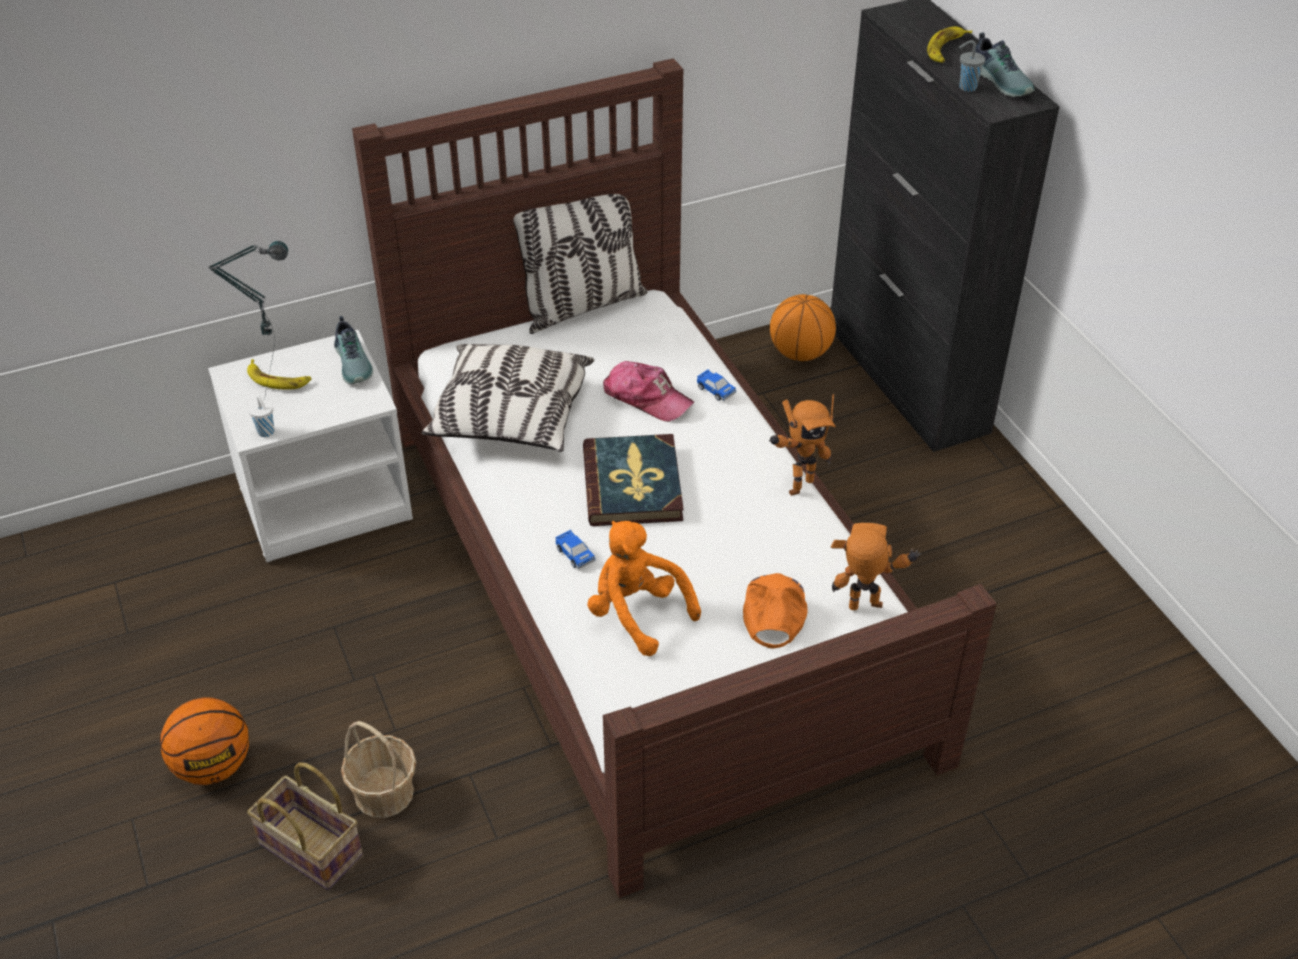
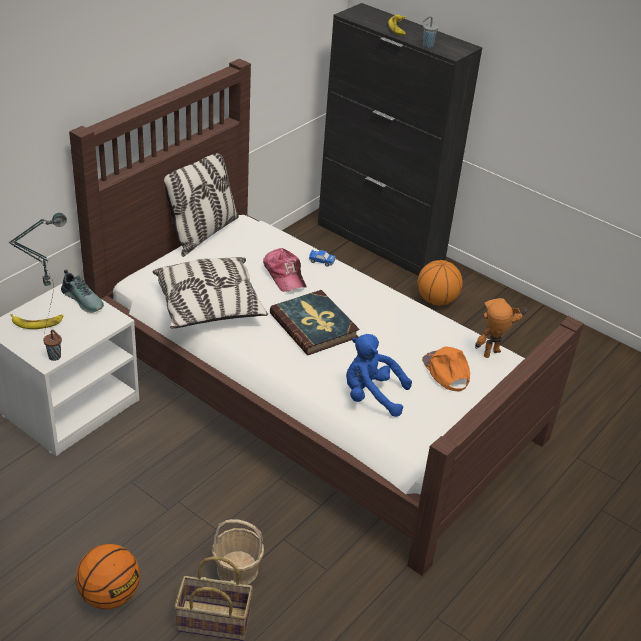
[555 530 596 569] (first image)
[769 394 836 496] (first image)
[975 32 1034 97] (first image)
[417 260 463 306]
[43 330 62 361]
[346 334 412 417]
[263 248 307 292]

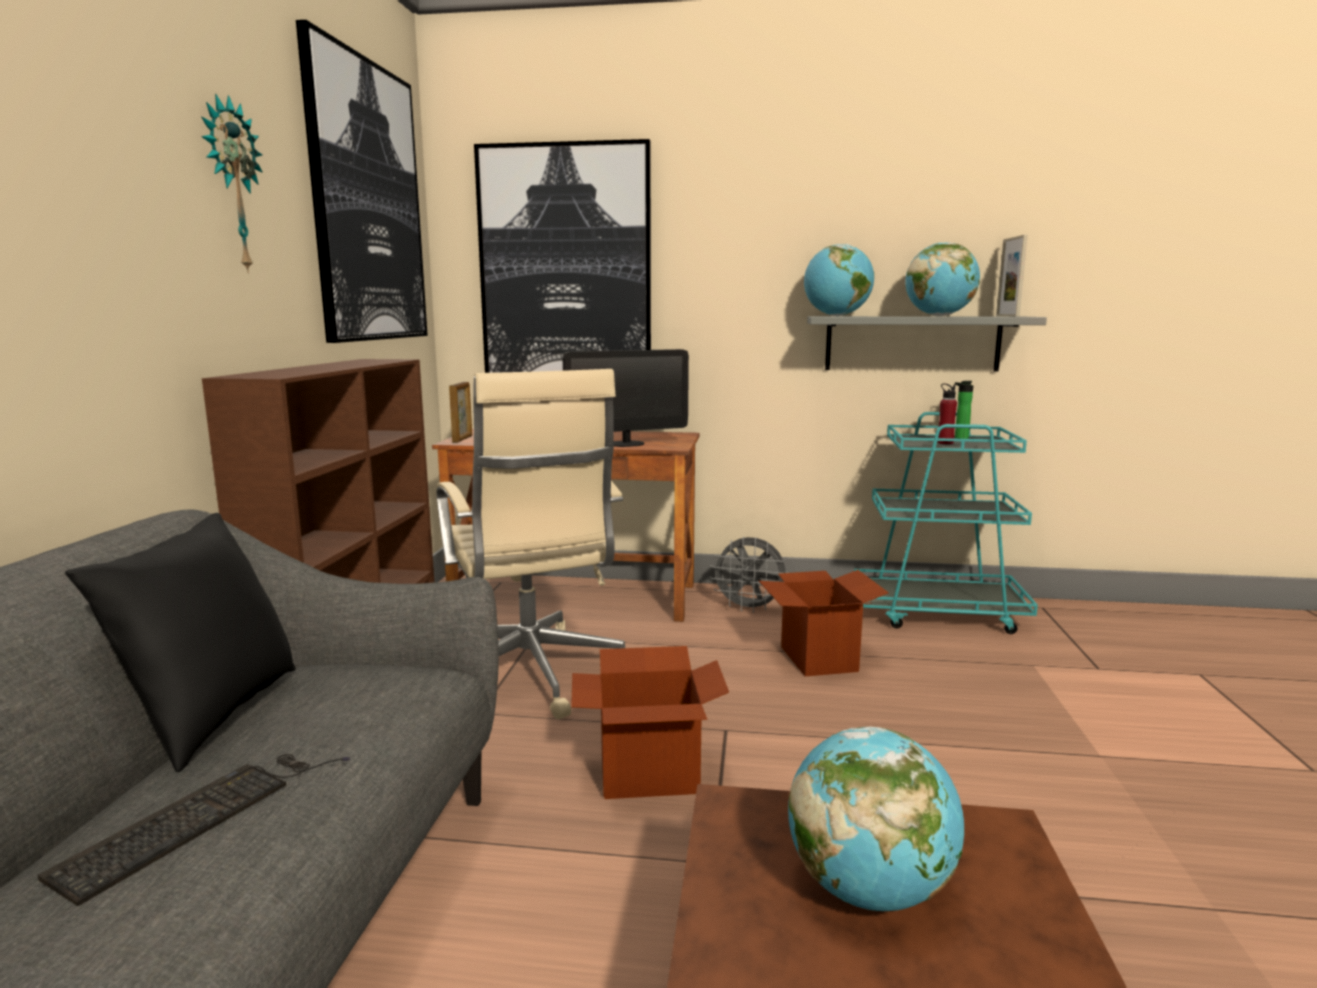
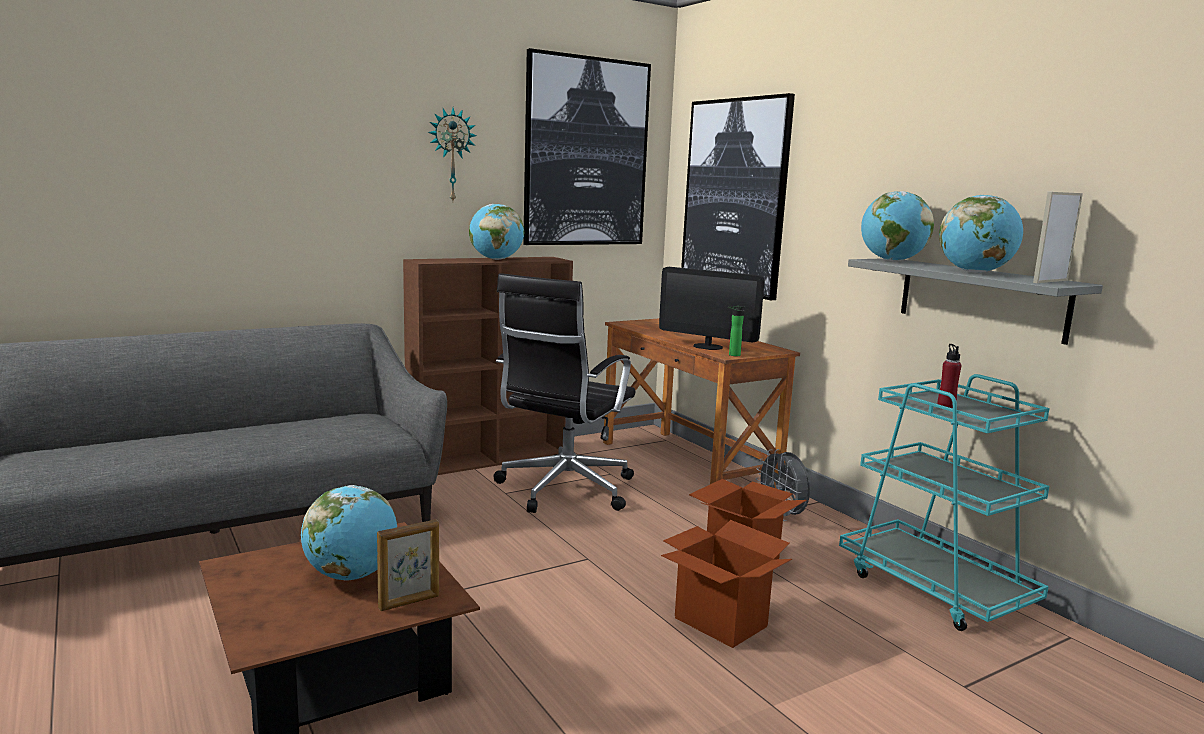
[38 754 350 906] (first image)
[65 513 296 772] (first image)
[469 204 524 260]
[377 520 439 611]
[661 520 792 648]
[728 306 744 356]
[494 273 635 513]

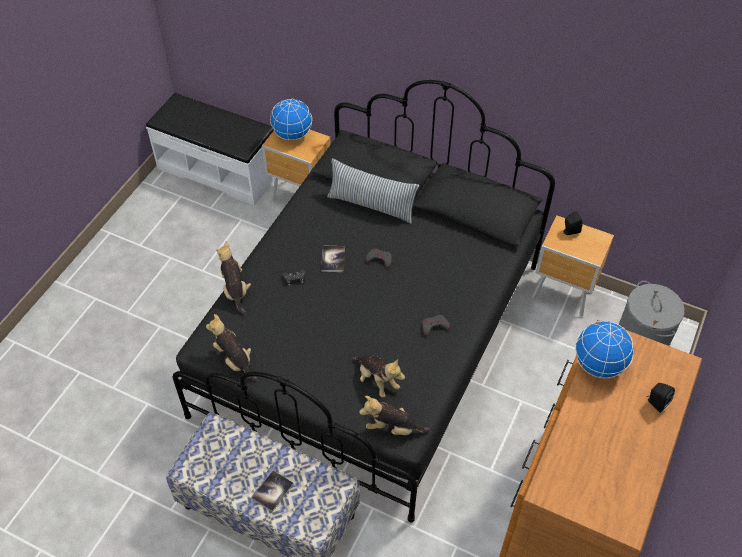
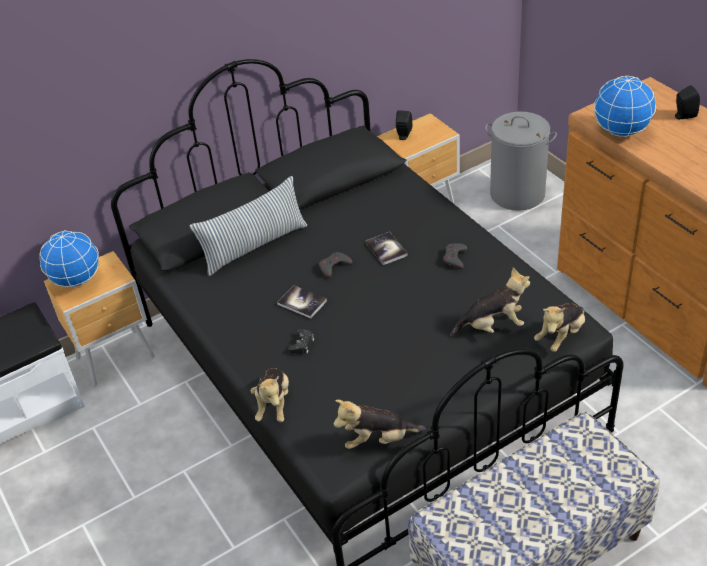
[366 232 408 265]
[251 368 289 422]

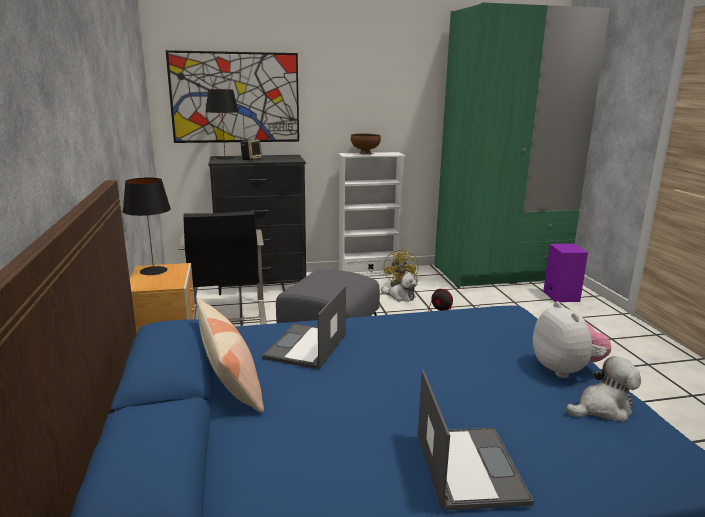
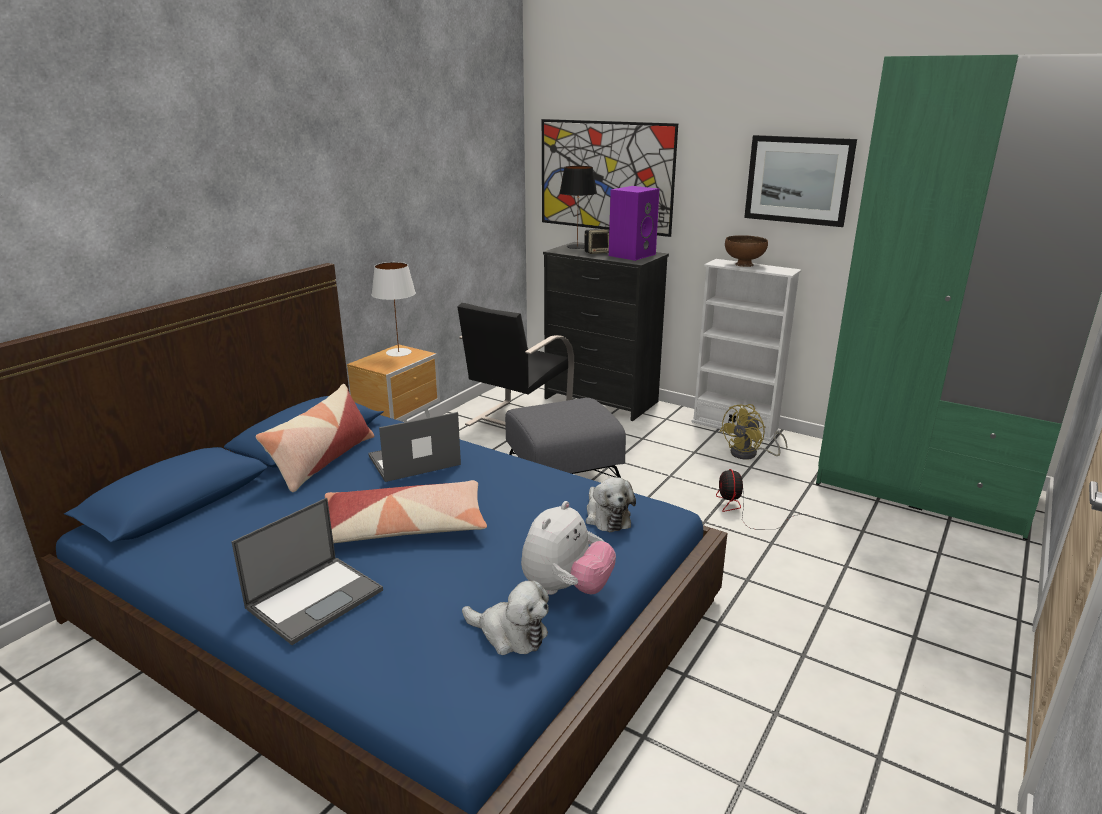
[325 480 487 543]
[744 135 857 227]
[586 477 636 532]
[609 186 659 261]
[371 262 416 357]

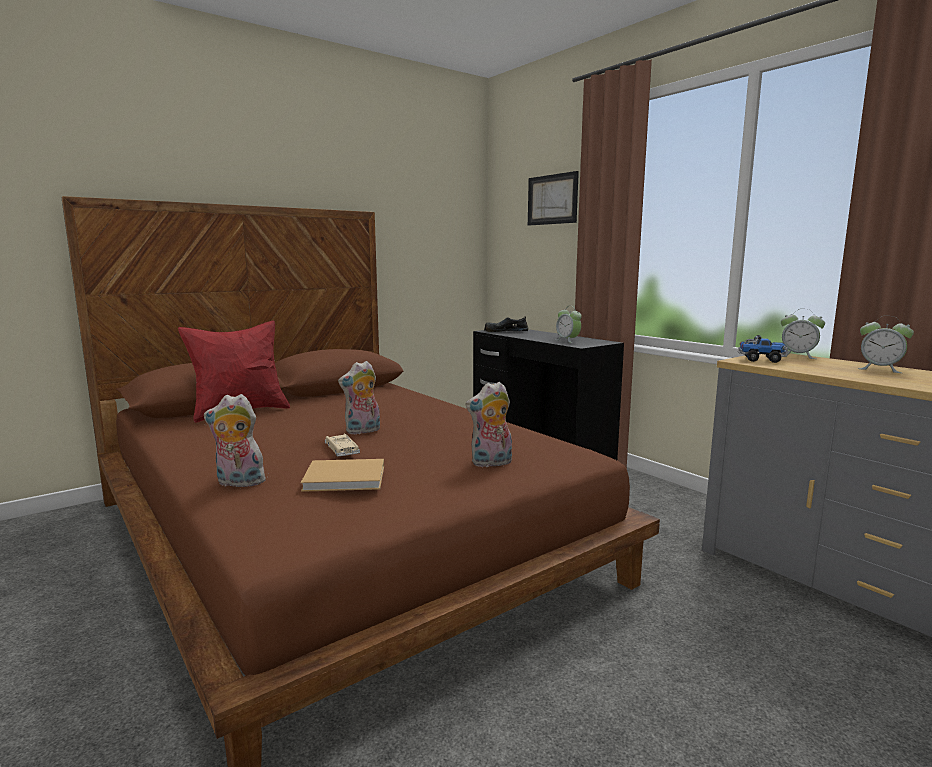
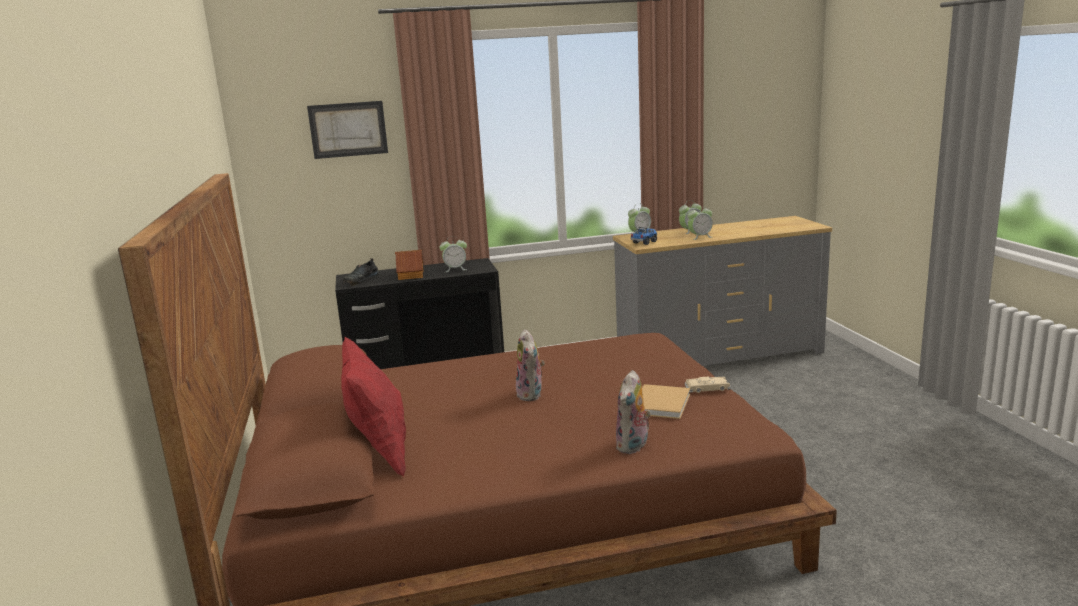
[465 382 512 467] (first image)
[395 250 424 280]
[687 205 713 240]
[685 377 731 393]

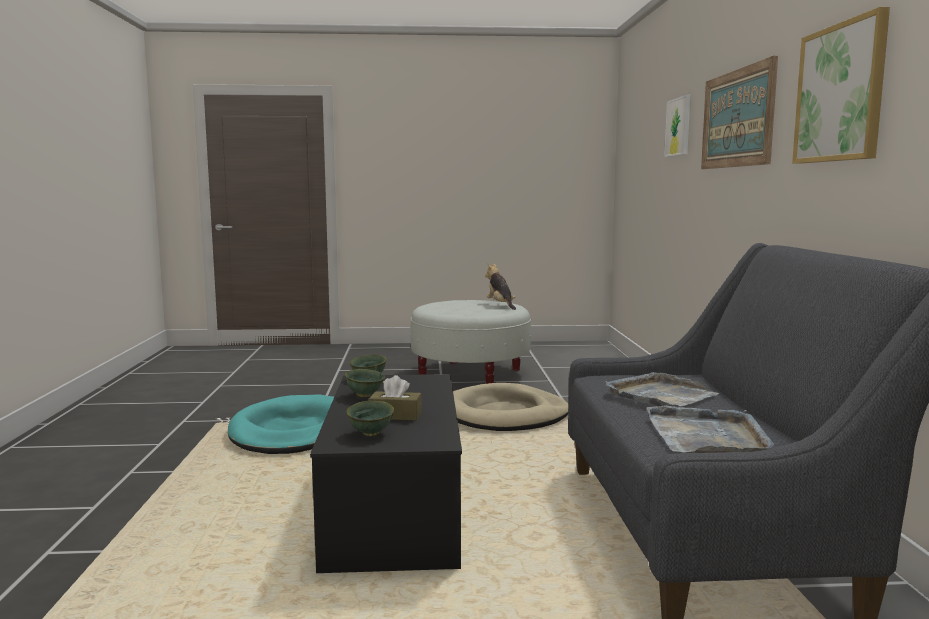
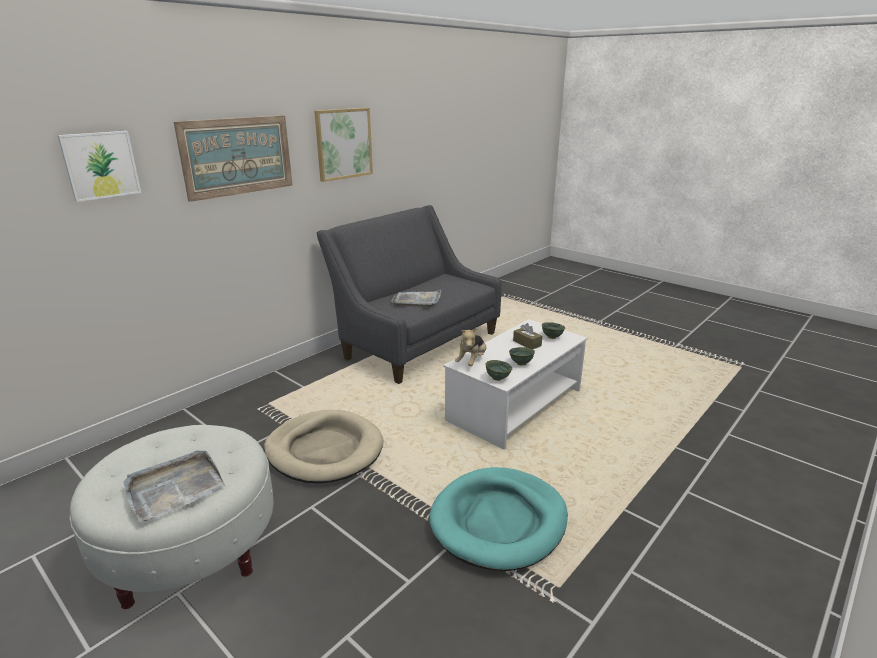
[455 328 487 366]
[124 450 225 522]
[443 319 588 450]

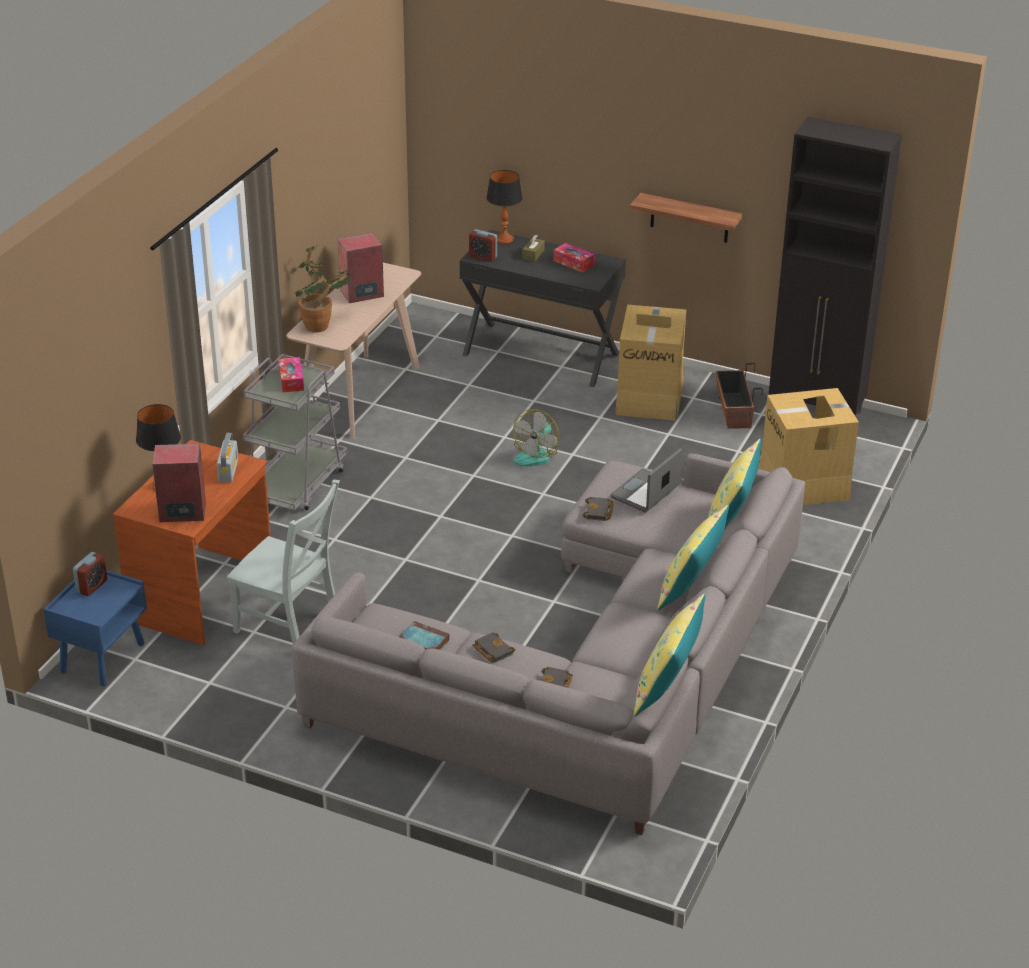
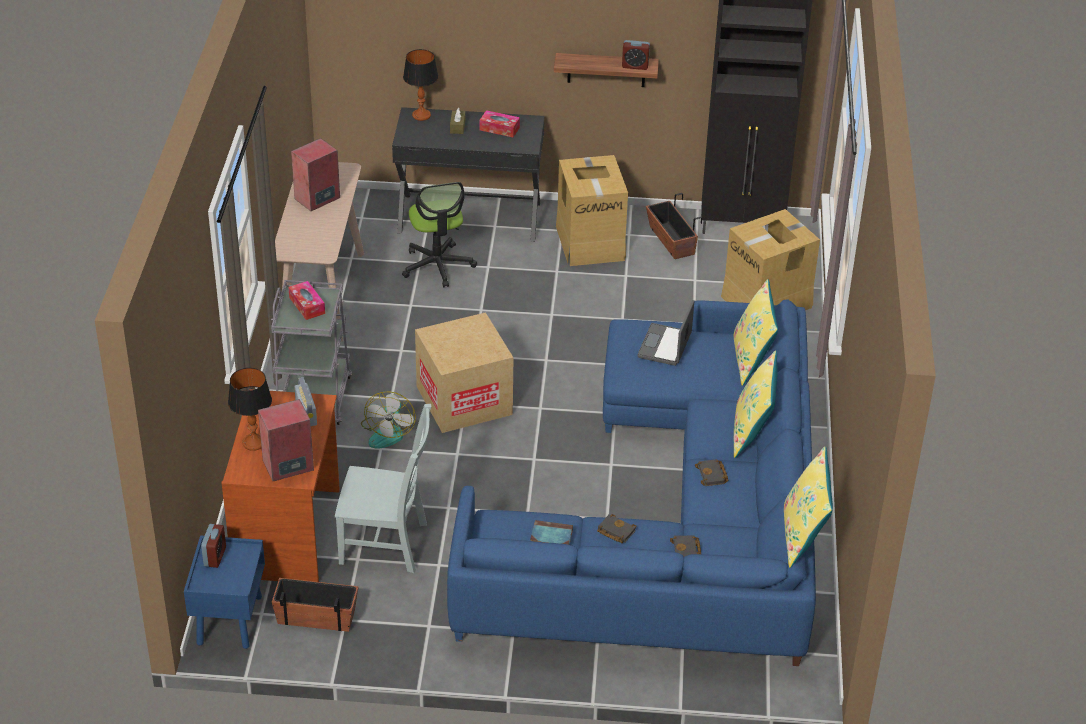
[294 244 353 333] (first image)
[272 578 358 632]
[402 182 477 287]
[415 312 513 433]
[622 40 650 70]
[361 391 416 449]
[695 459 729 486]
[447 299 816 666]

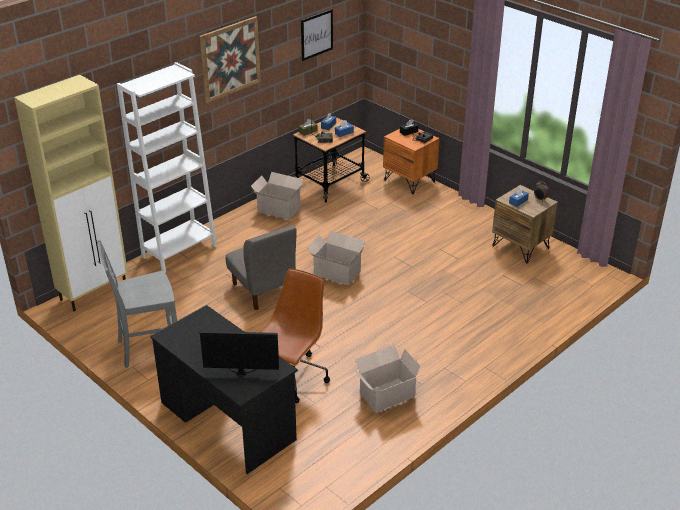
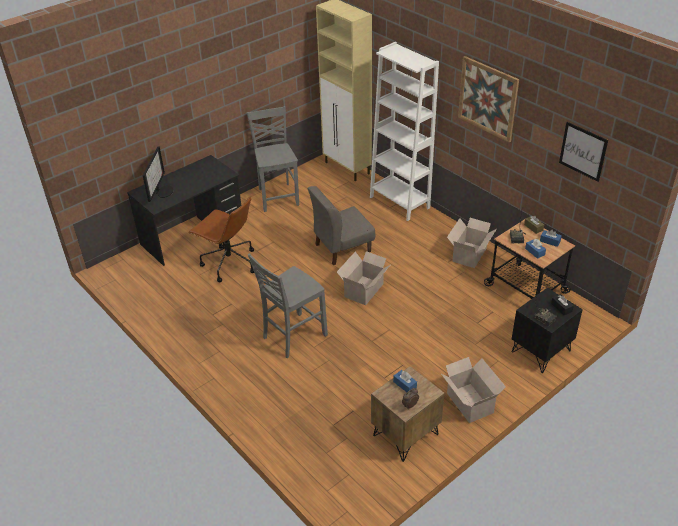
[248 253 328 358]
[441 357 506 423]
[511 288 583 373]

